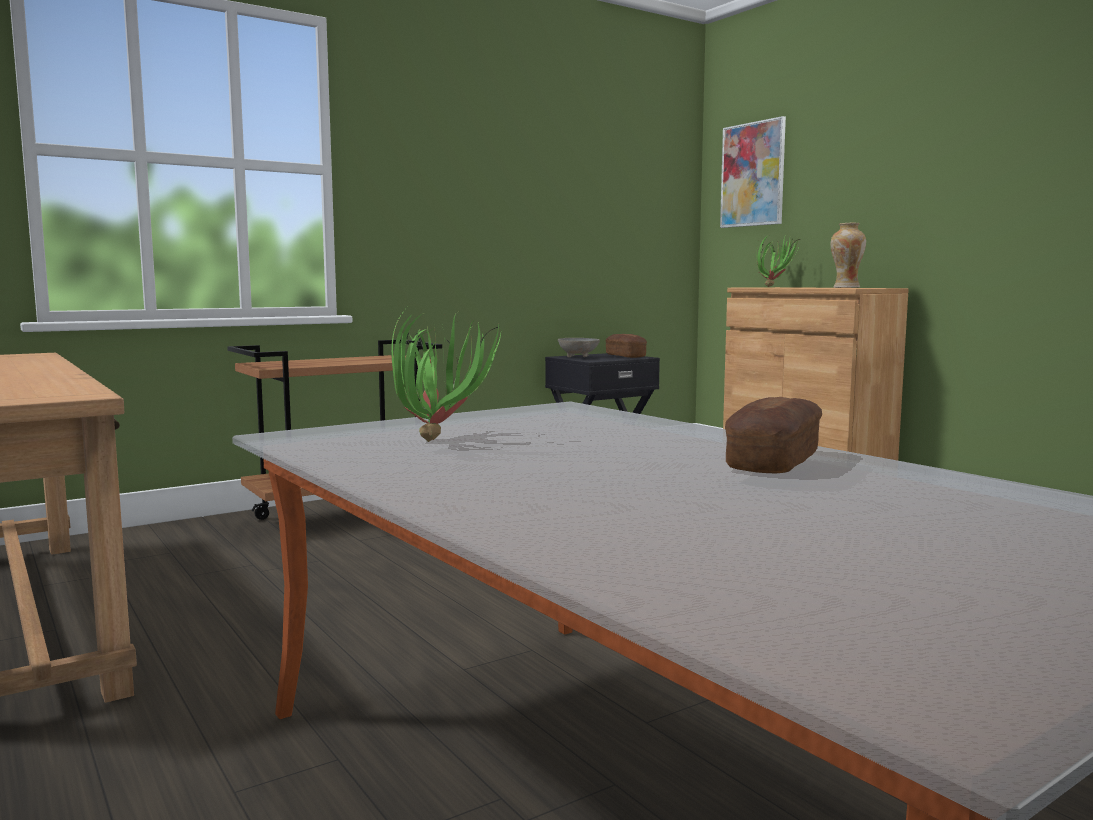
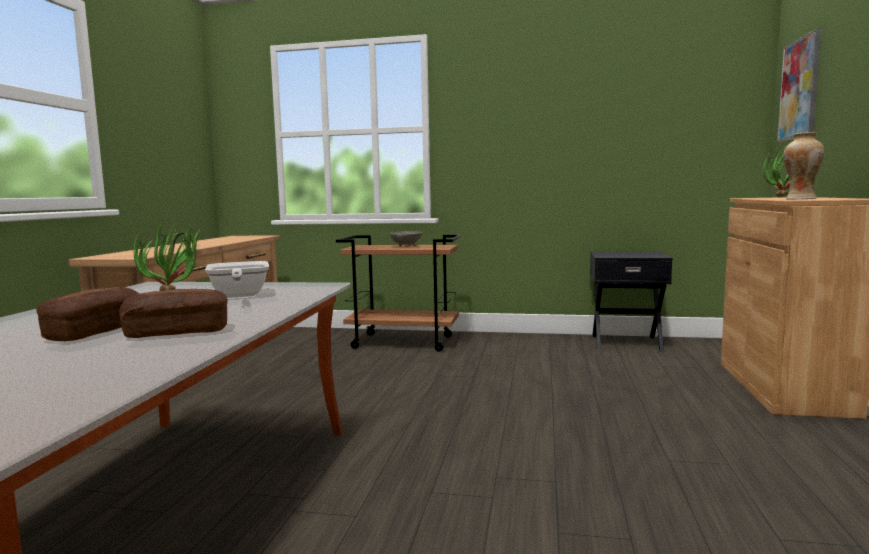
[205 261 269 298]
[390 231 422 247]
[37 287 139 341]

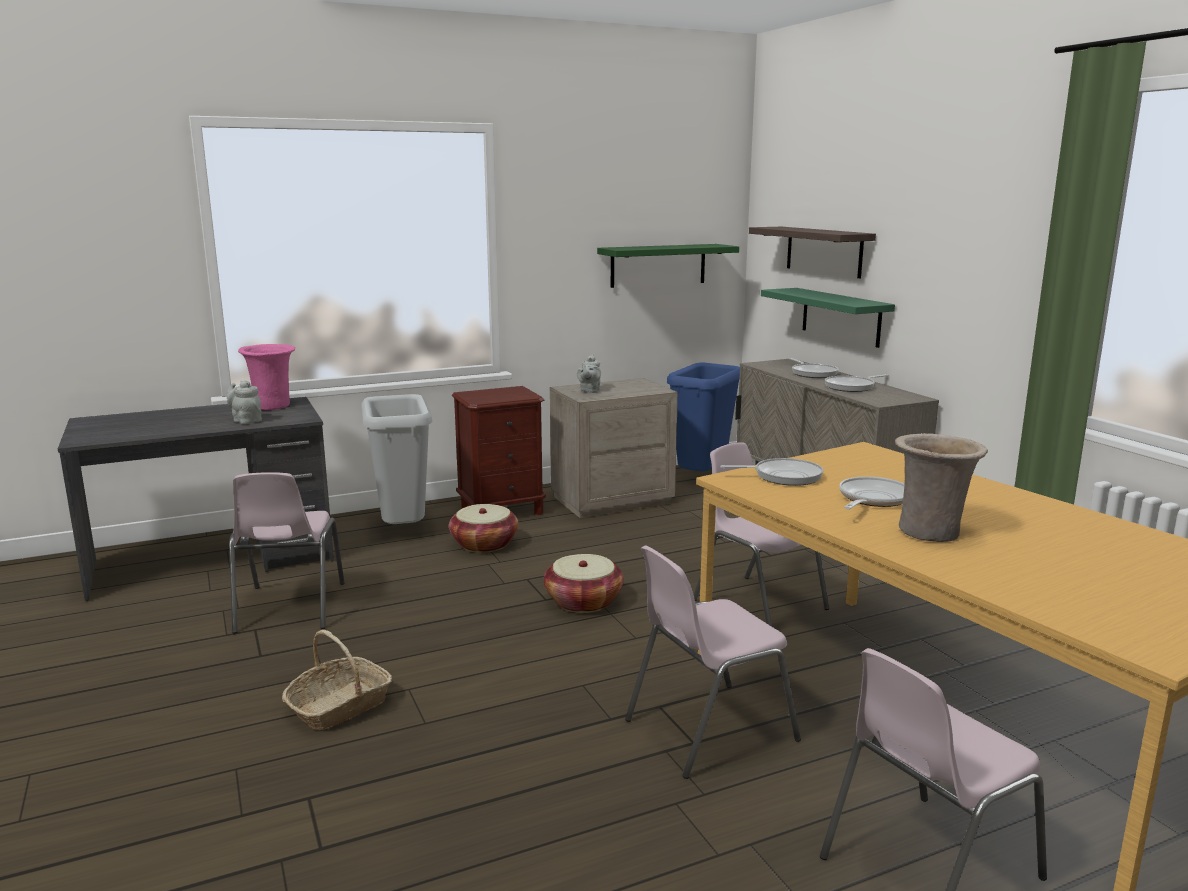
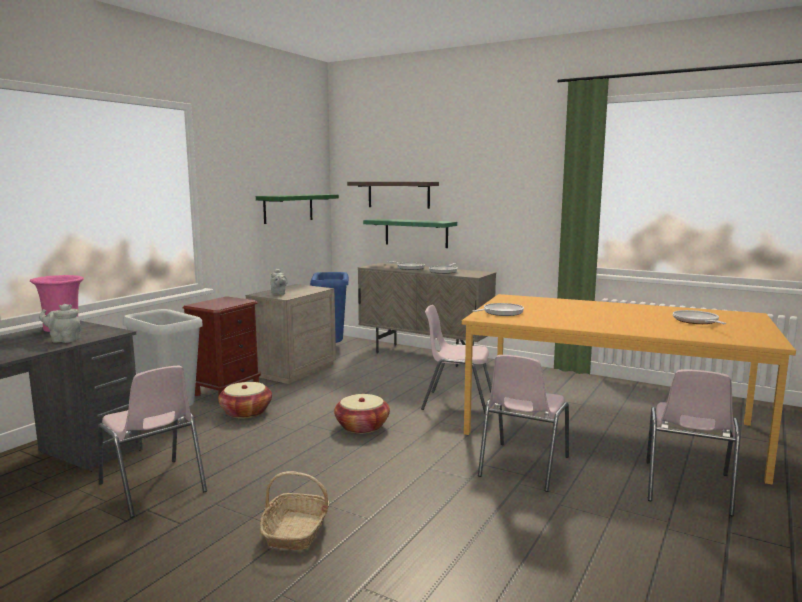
[895 433 988 542] (first image)
[673 310 726 324]

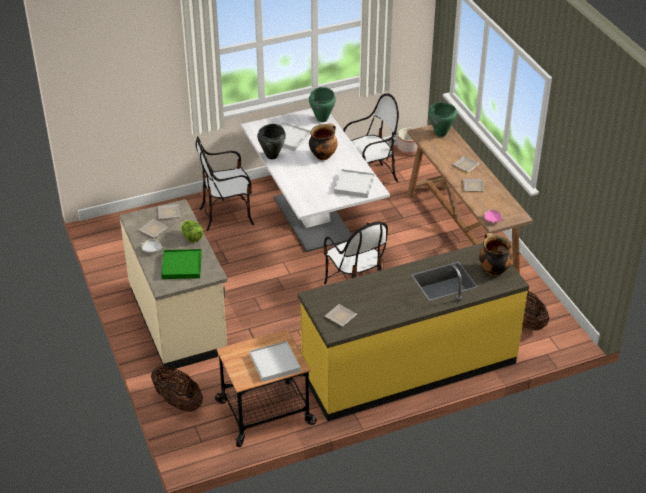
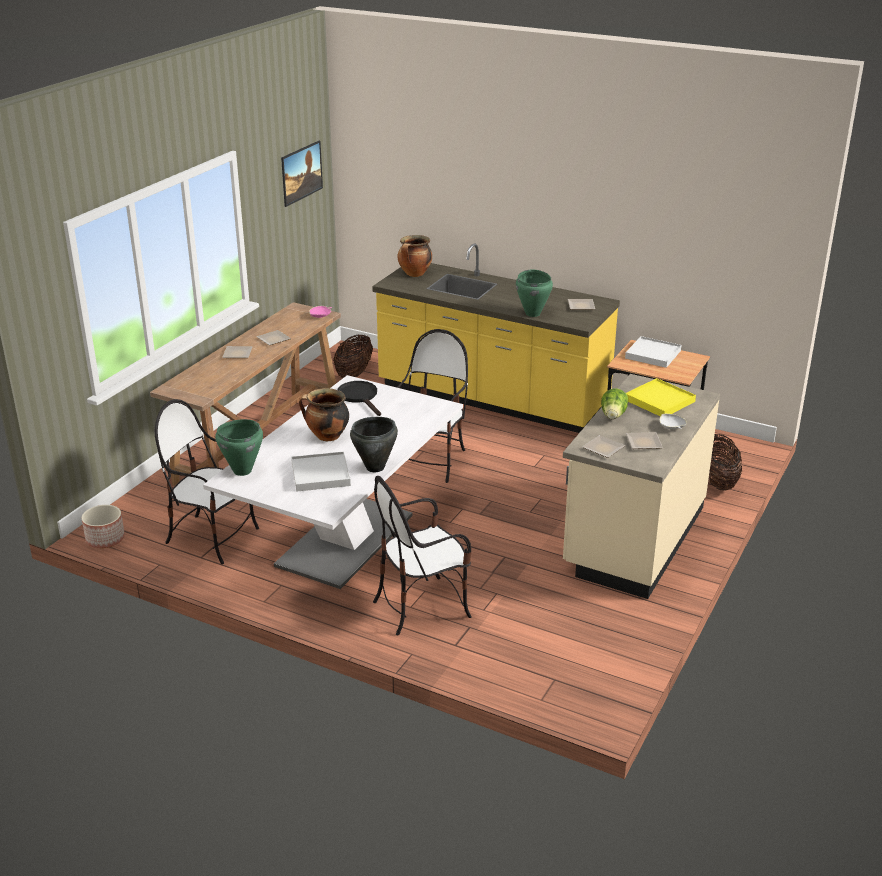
[281 141 323 207]
[516 270 553 317]
[338 381 381 416]
[626 378 696 417]
[373 476 472 635]

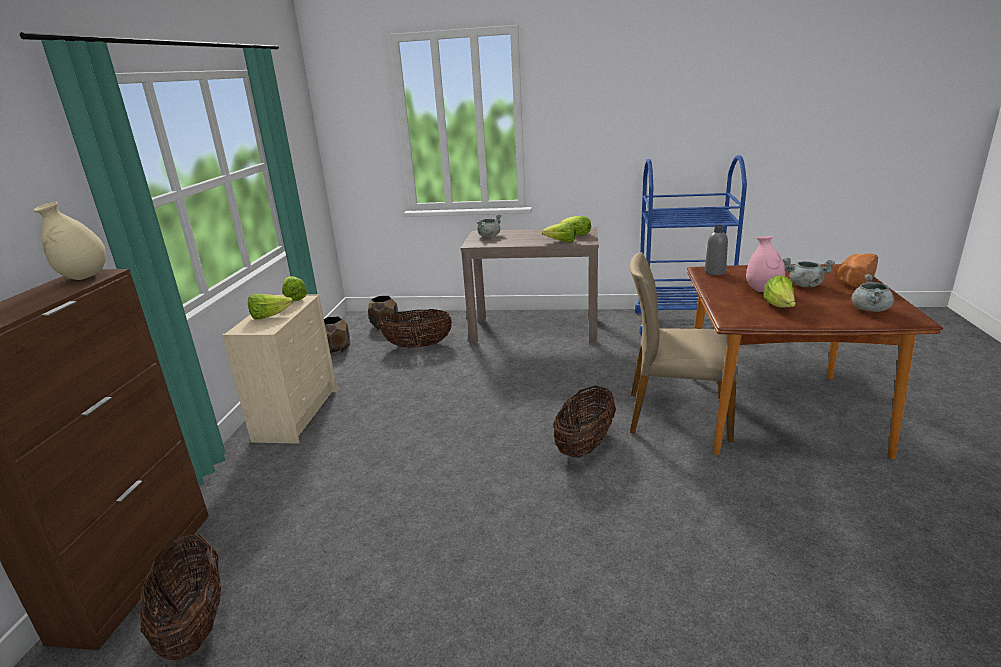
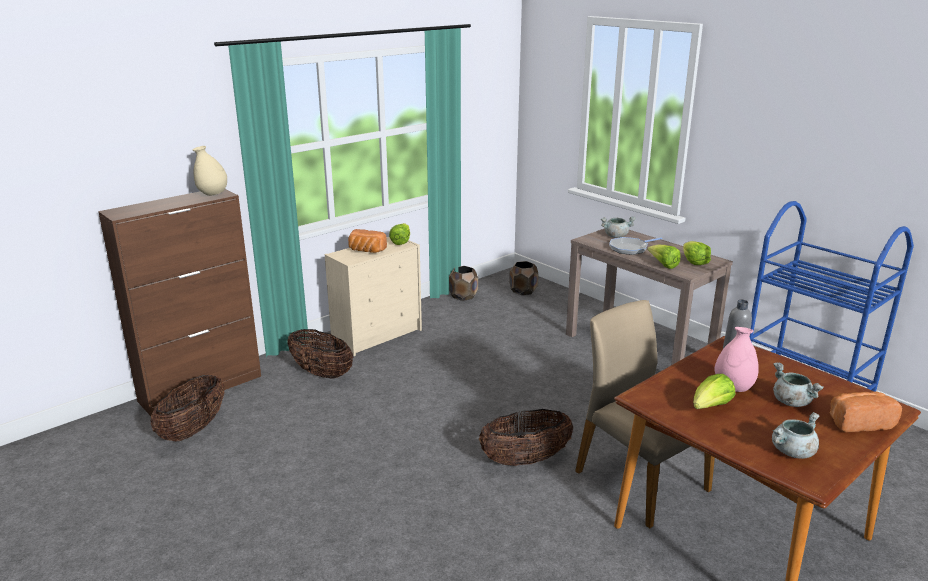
[609 237 663 255]
[287 329 353 378]
[348 229 387 253]

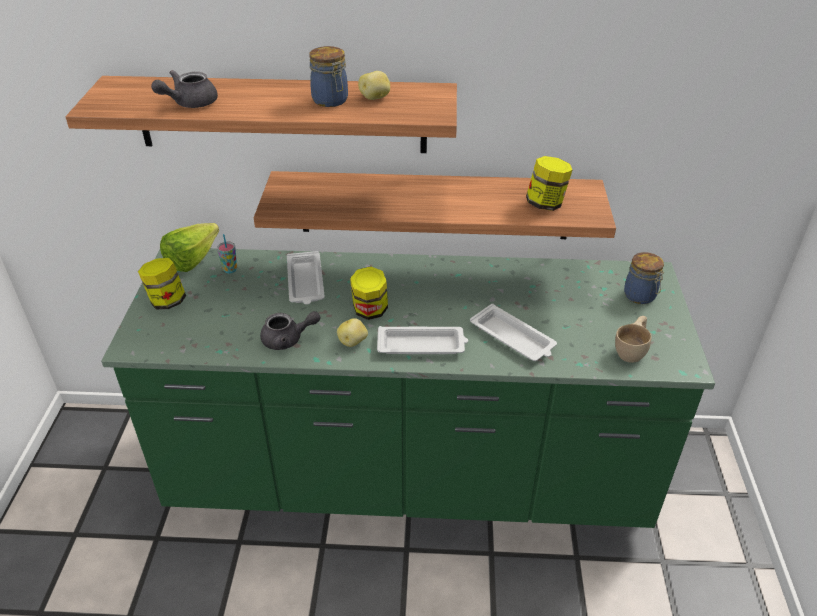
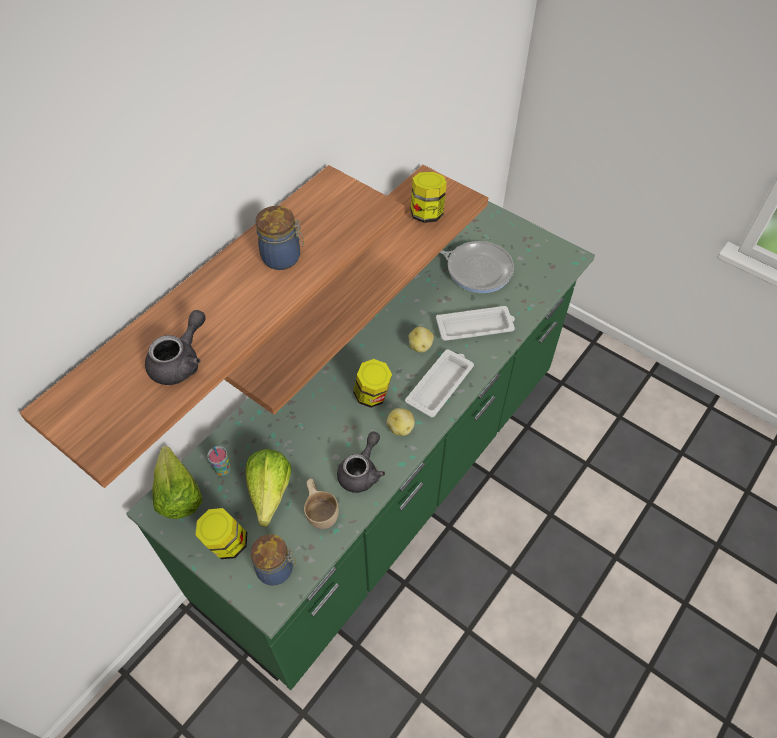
[287 251 325 305] (first image)
[246 449 291 527]
[440 241 514 293]
[408 327 434 353]
[304 479 339 529]
[251 534 296 586]
[145 310 206 385]

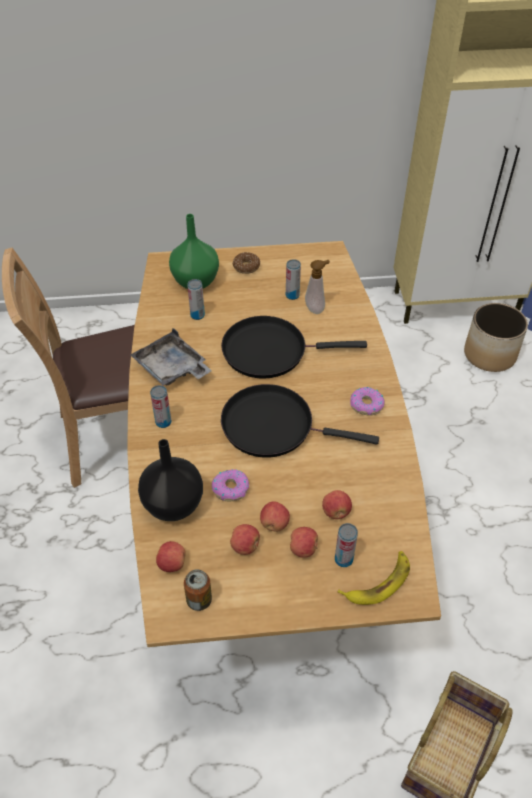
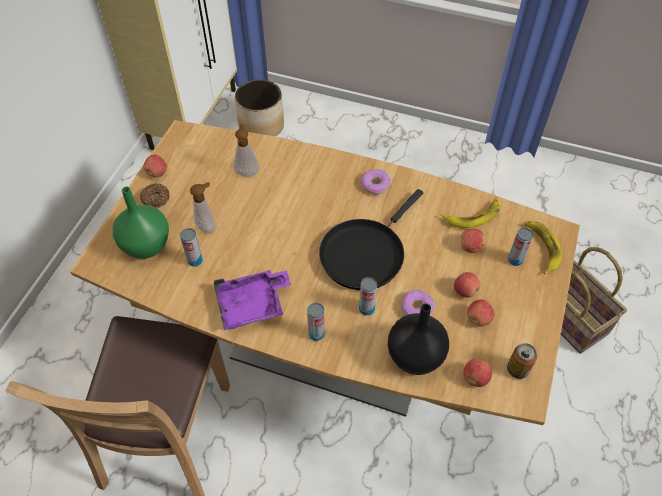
[221 316 367 379] (first image)
[190 182 215 234]
[440 199 500 228]
[359 277 377 315]
[143 154 167 178]
[214 270 291 330]

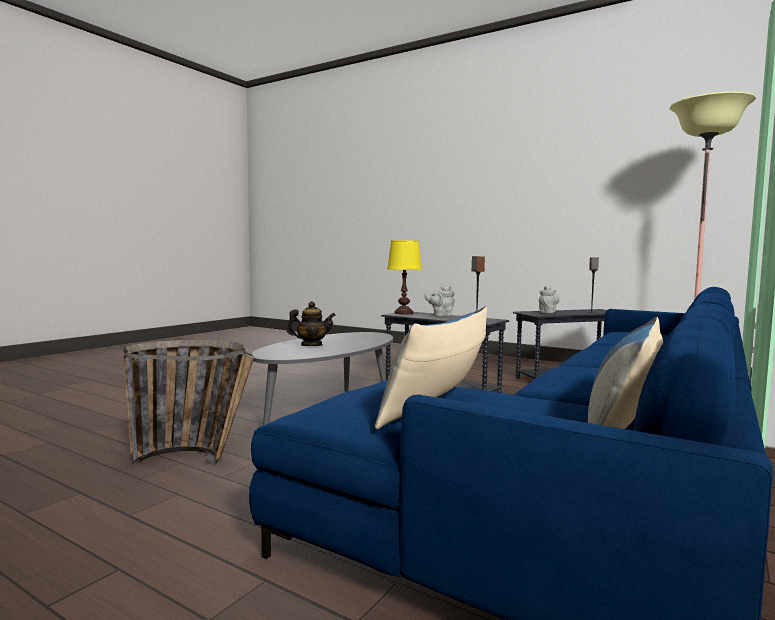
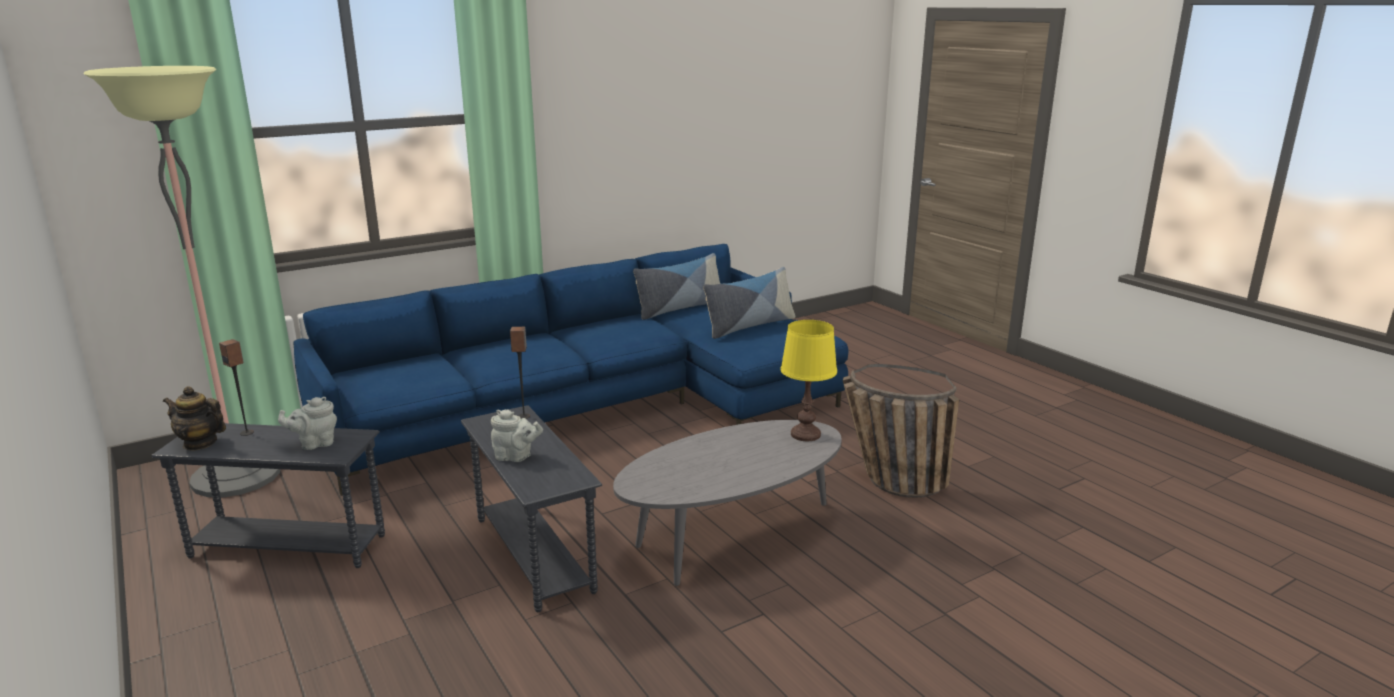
[163 386 226 451]
[780 320 837 441]

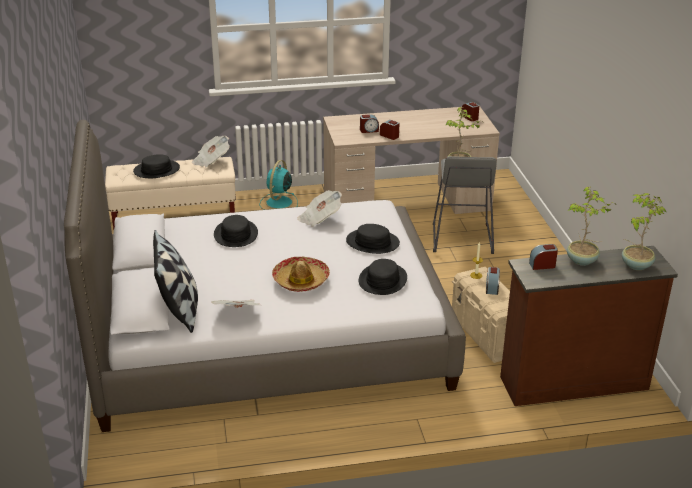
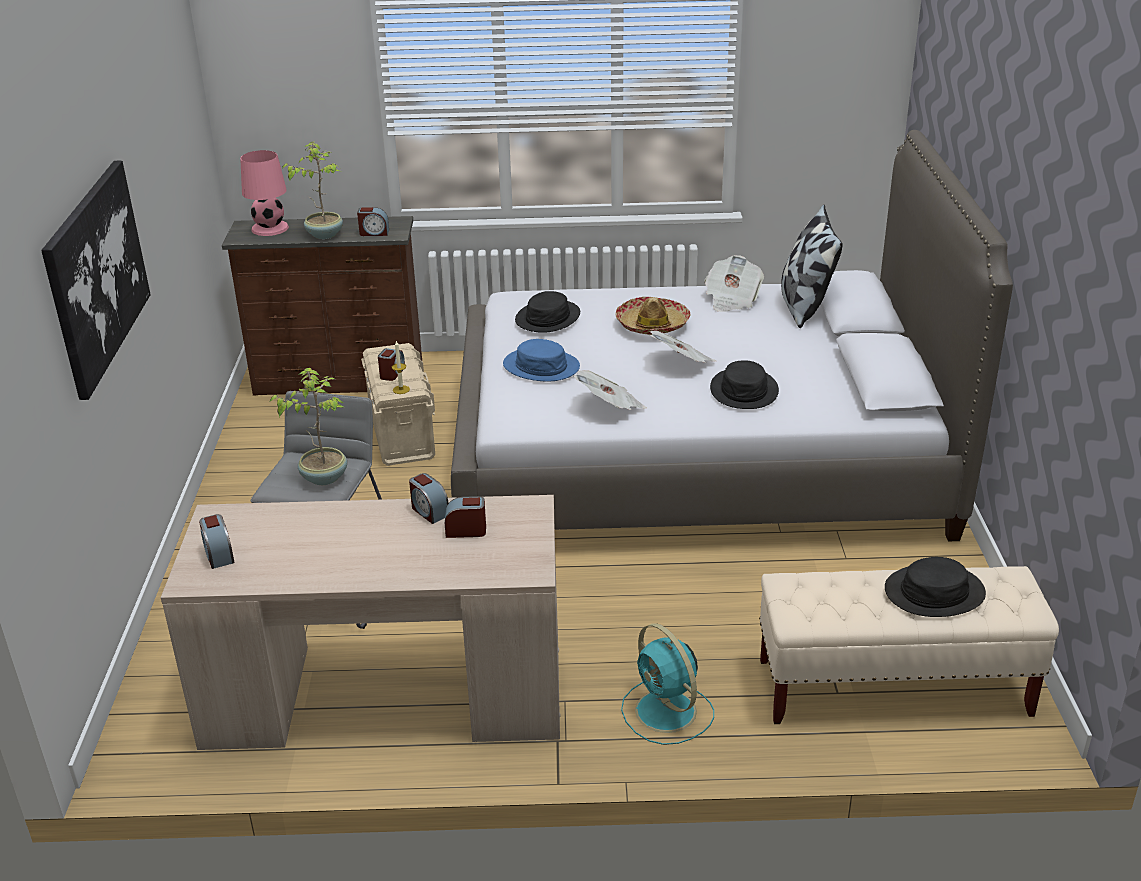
[41 161 151 400]
[650 331 716 363]
[240 150 289 236]
[503 339 580 381]
[621 623 714 745]

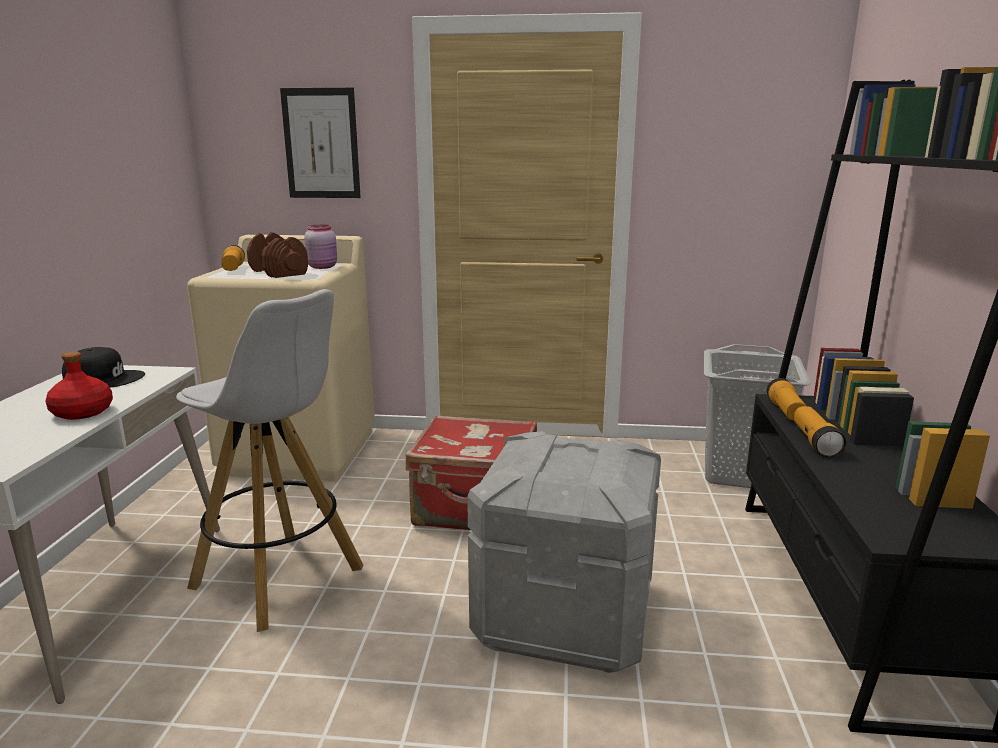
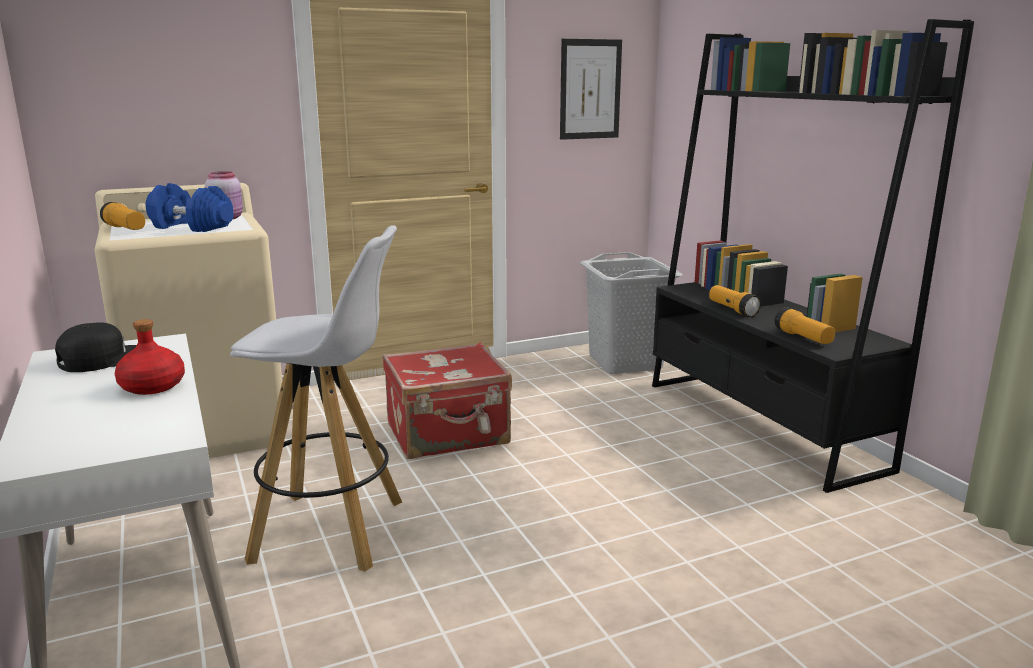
[467 431 661 673] (first image)
[560 39 622 140]
[775 307 835 344]
[145 183 233 232]

